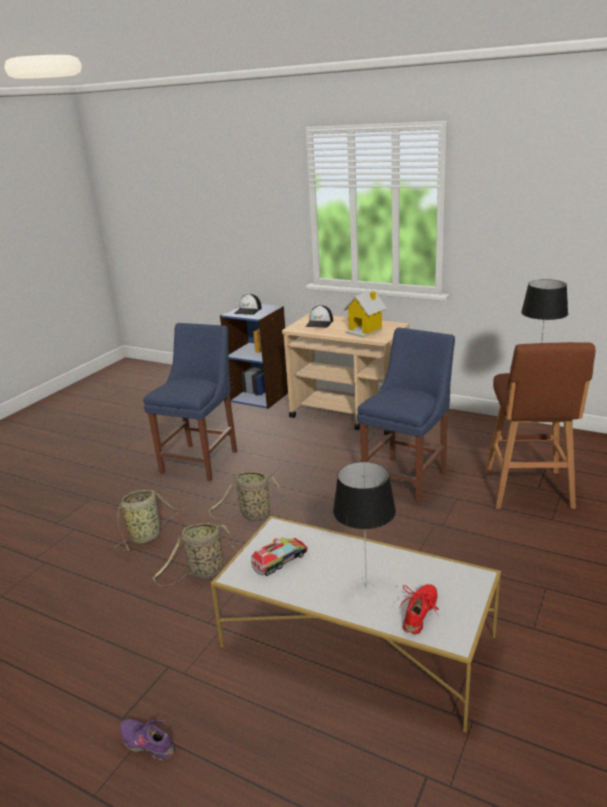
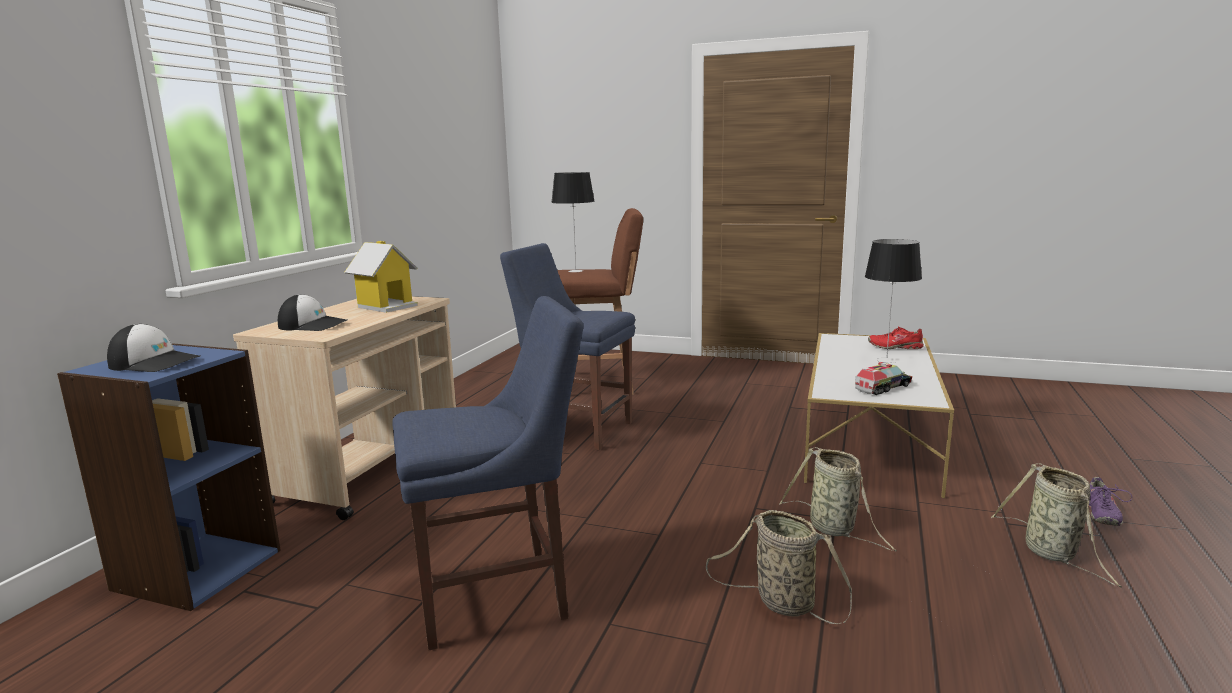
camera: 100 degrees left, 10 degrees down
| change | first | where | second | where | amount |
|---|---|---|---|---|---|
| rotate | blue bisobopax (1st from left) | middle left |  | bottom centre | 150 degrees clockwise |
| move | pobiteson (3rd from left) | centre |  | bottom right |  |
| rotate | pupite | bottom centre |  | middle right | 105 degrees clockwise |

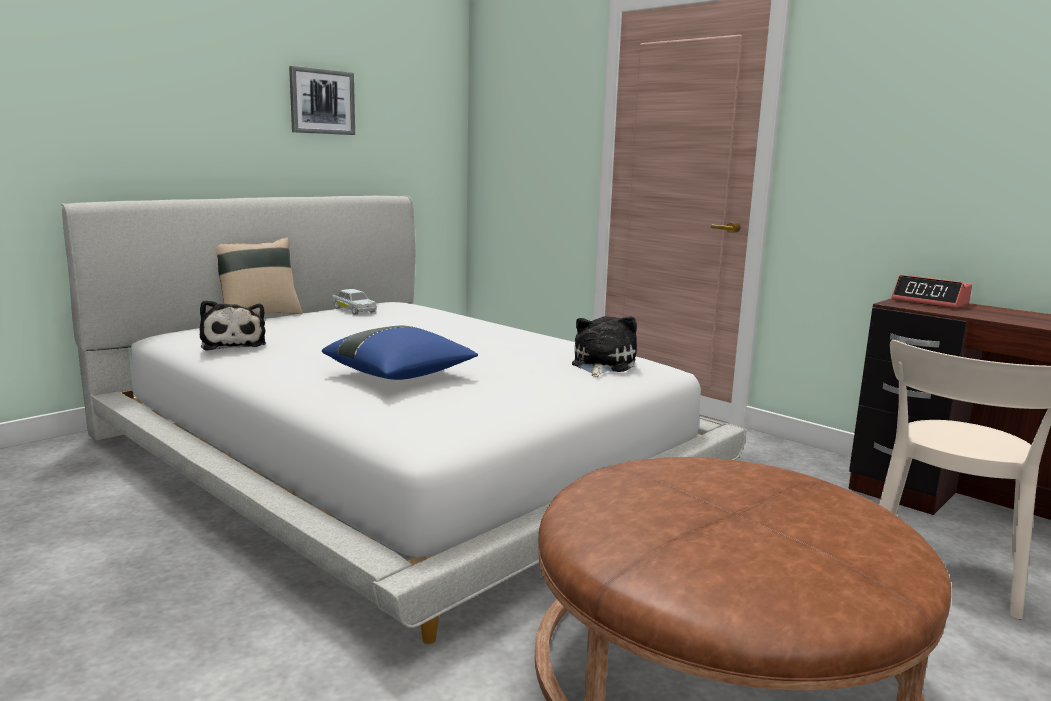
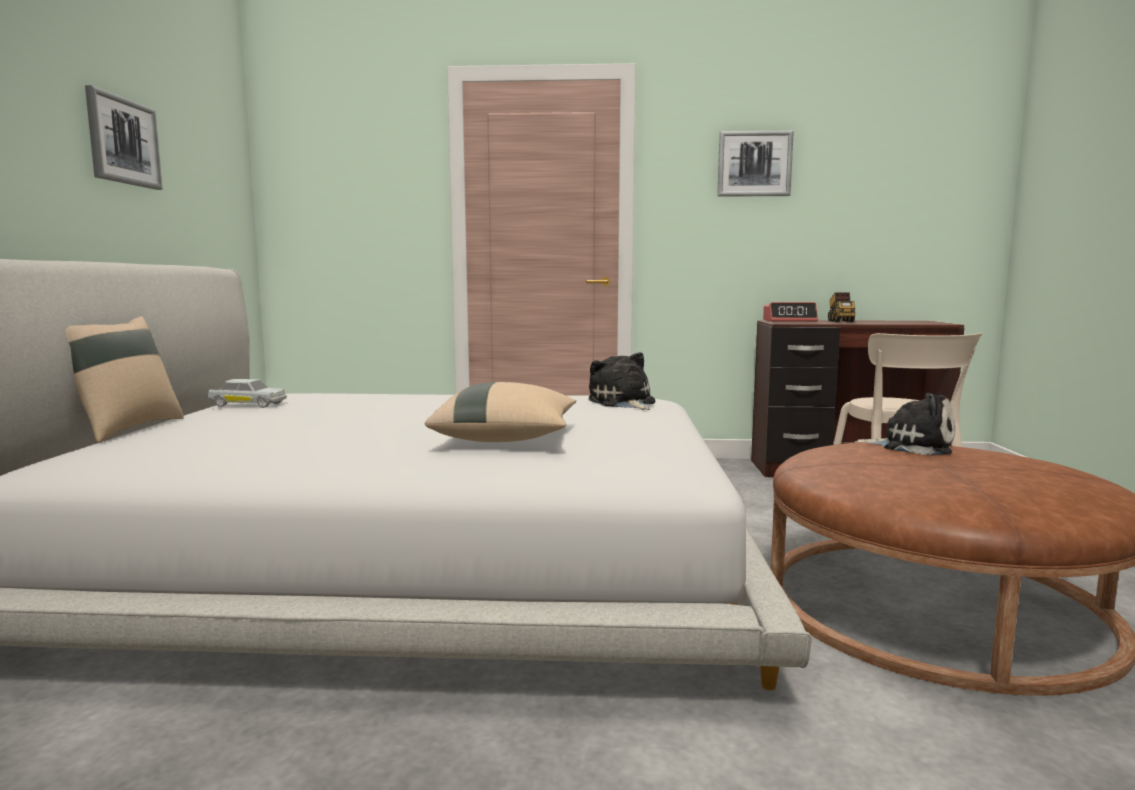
camera: 40 degrees left, 5 degrees down
| change | first | where | second | where | amount |
|---|---|---|---|---|---|
| move | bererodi (1st from left in the first image) | middle left | bererodi (2nd from left) | middle right |  |
| recolor | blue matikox | centre | beige matikox (2nd from left) | centre |  |
| insert |  |  | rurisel (2nd from left) | top centre |  |
| insert |  |  | pupite | middle right |  |

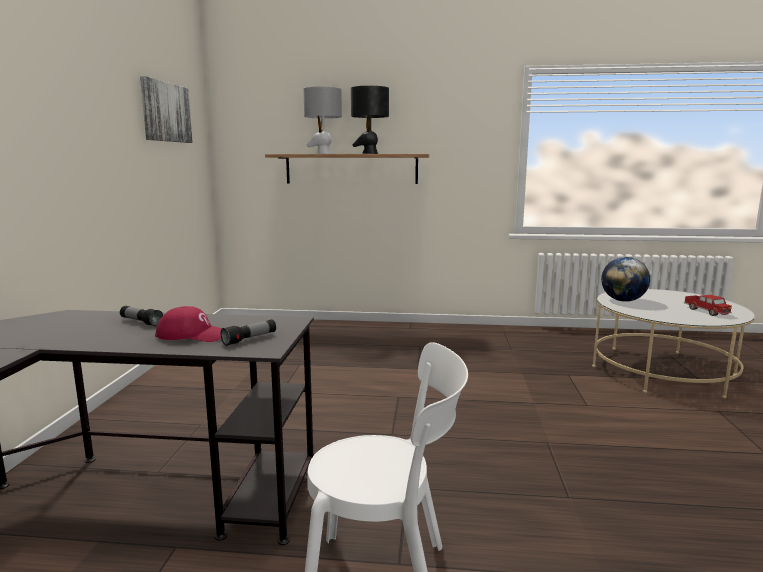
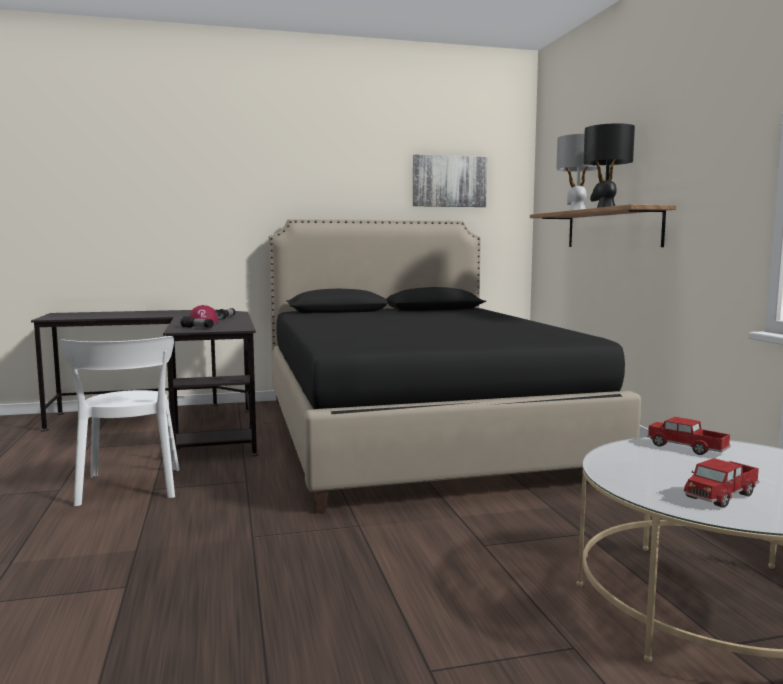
camera: 70 degrees right, 5 degrees down
| change | first | where | second | where | amount |
|---|---|---|---|---|---|
| replace | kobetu | middle right | pupite (1st from left) | middle right |  |
| insert |  |  | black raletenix | centre |  |

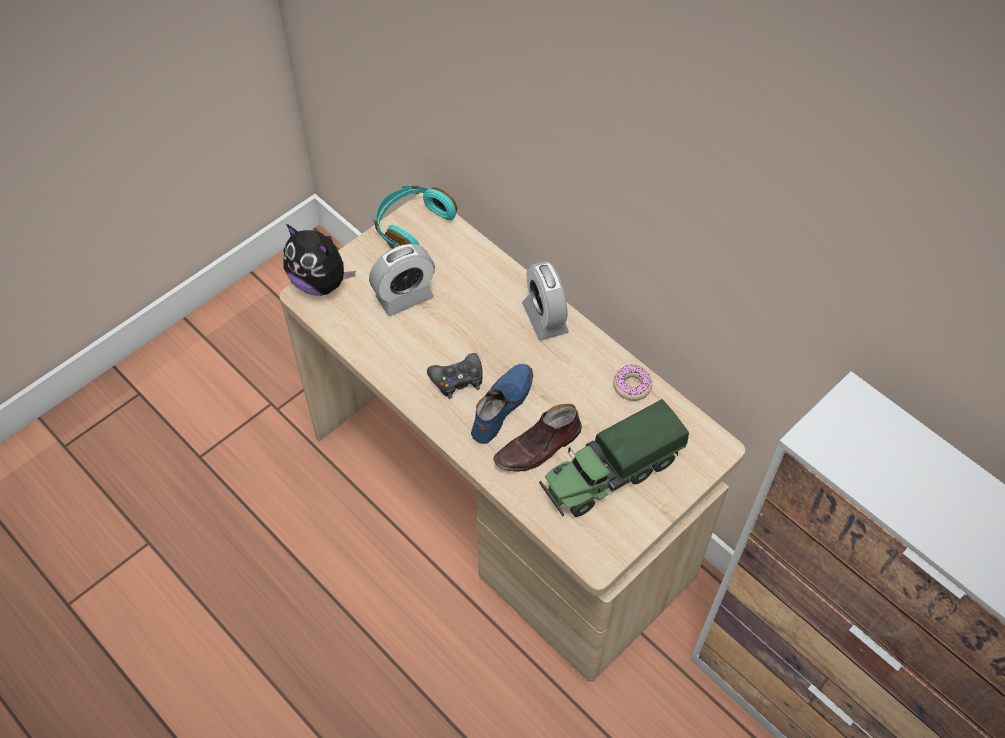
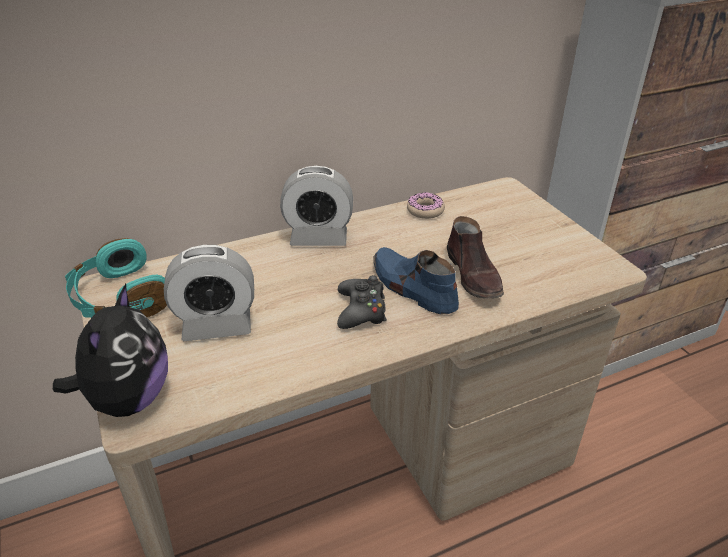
camera: 70 degrees left, 20 degrees down
| change | first | where | second | where | amount |
|---|---|---|---|---|---|
| rotate | bererodi | middle left |  | middle left | 45 degrees counterclockwise |
| rotate | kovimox (1st from left) | centre |  | middle left | 90 degrees clockwise |
| delete | pupite | centre |  |  |  |

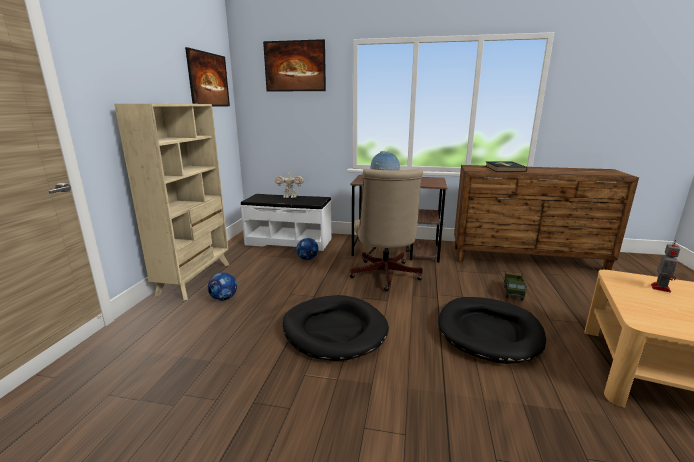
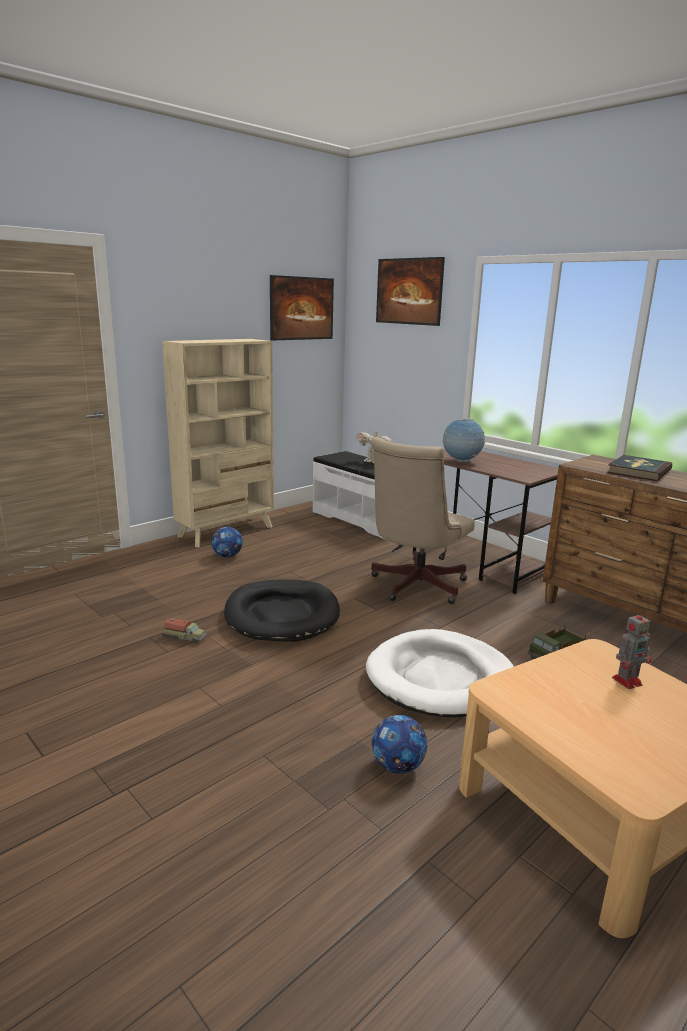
camera: 35 degrees right, 0 degrees up
| change | first | where | second | where | amount |
|---|---|---|---|---|---|
| move | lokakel (2nd from left) | centre |  | bottom centre |  |
| recolor | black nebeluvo (2nd from left) | bottom right | white nebeluvo | centre |  |
| insert |  |  | pupite (1st from left) | middle left |  |

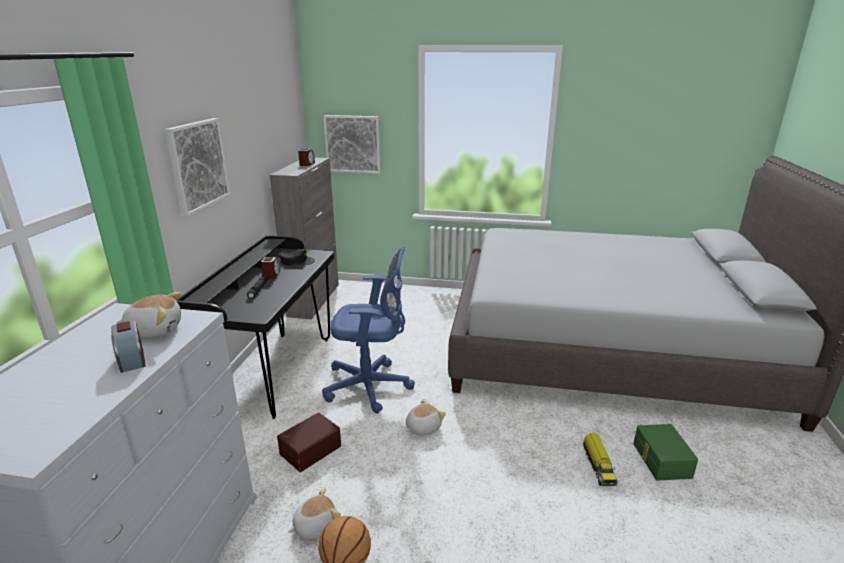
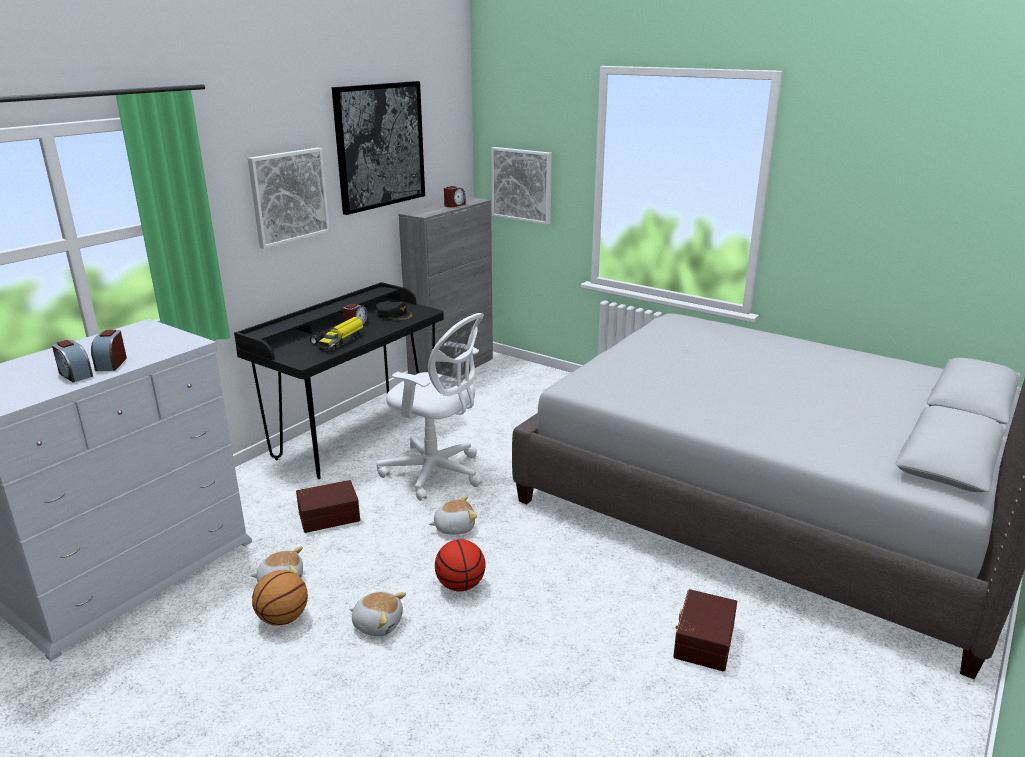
camera: 25 degrees right, 0 degrees up
| change | first | where | second | where | amount |
|---|---|---|---|---|---|
| move | bererodi (1st from left in the first image) | middle left | bererodi (2nd from left) | bottom centre |  |
| recolor | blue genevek | centre | white genevek | centre |  |
| move | pupite | bottom right |  | middle left |  |
| recolor | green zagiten | bottom right | brown zagiten (2nd from left) | bottom right |  |
| insert |  |  | kovimox (1st from left) | middle left |  |
| insert |  |  | rurisel (2nd from left) | top centre |  |
| insert |  |  | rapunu (2nd from left) | bottom centre |  |

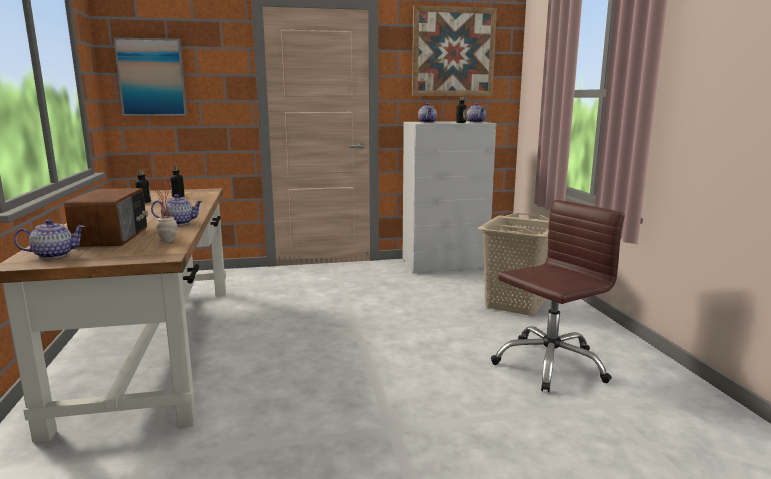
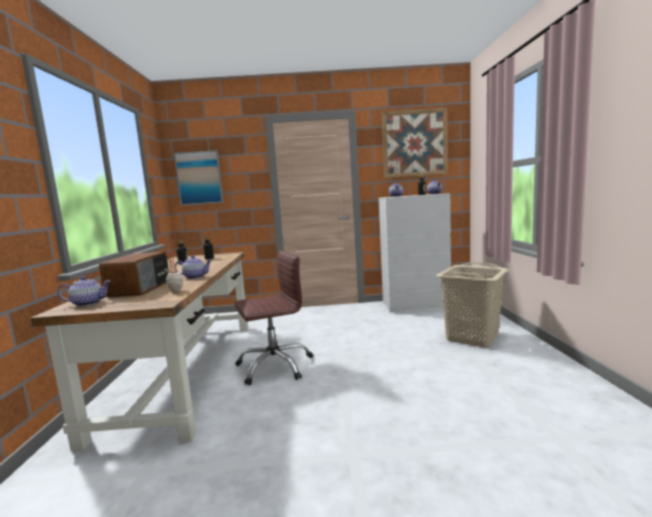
camera: 10 degrees right, 5 degrees down
| change | first | where | second | where | amount |
|---|---|---|---|---|---|
| move | brown genevek | middle right |  | centre |  |

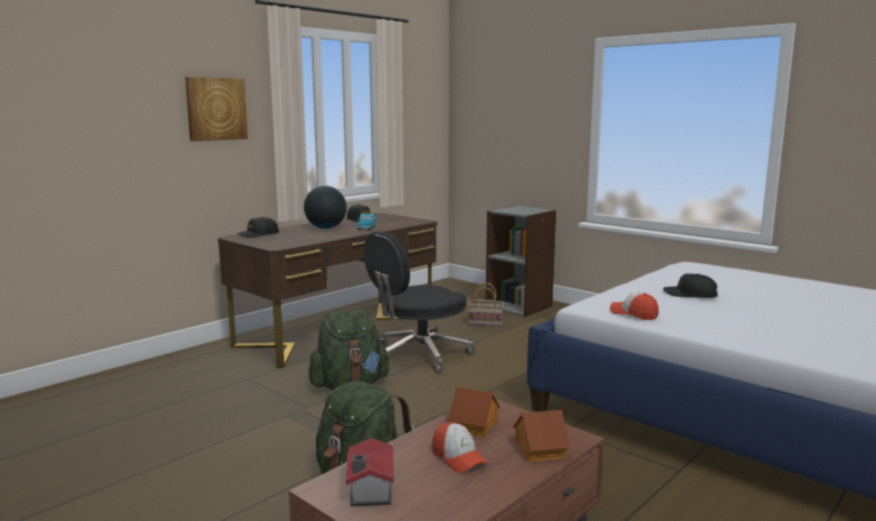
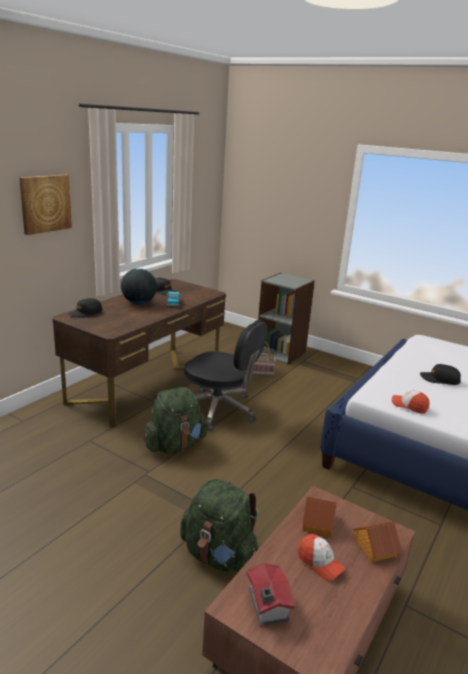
camera: 10 degrees left, 10 degrees up
| change | first | where | second | where | amount |
|---|---|---|---|---|---|
| rotate | black genevek | centre |  | centre | 105 degrees counterclockwise |

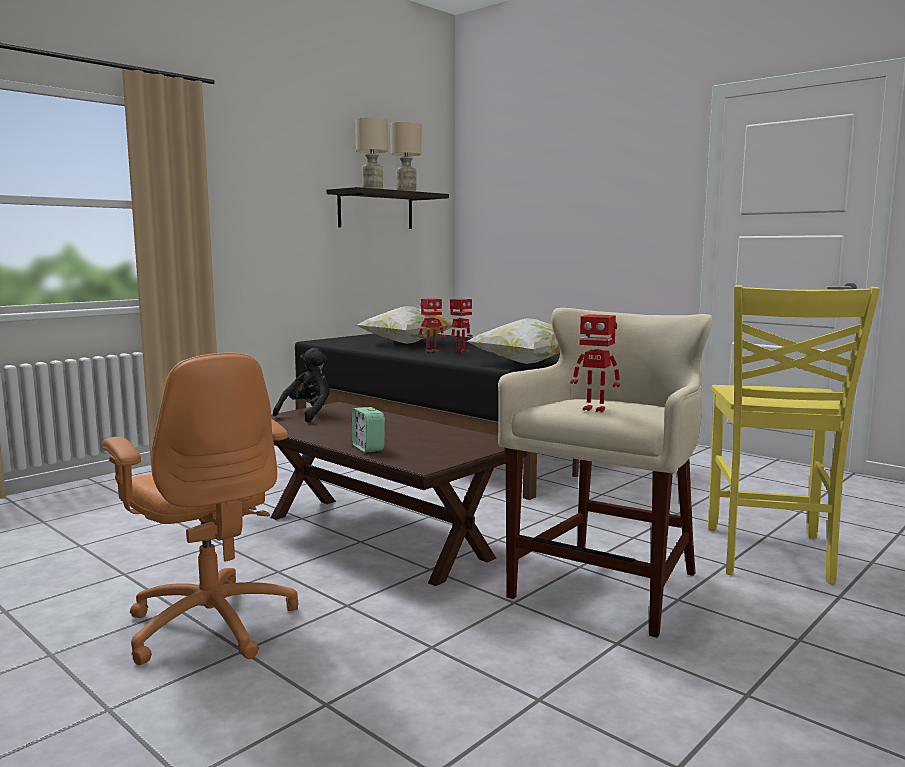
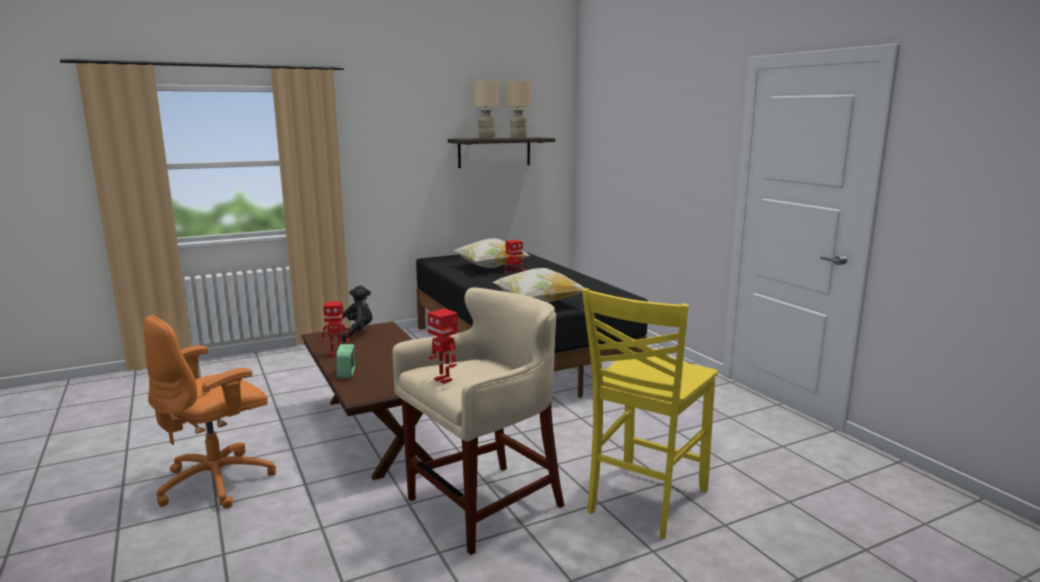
camera: 20 degrees right, 5 degrees up
| change | first | where | second | where | amount |
|---|---|---|---|---|---|
| rotate | orange genevek | middle left |  | bottom left | 60 degrees clockwise |
| move | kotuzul (1st from left) | centre |  | middle left |  |

